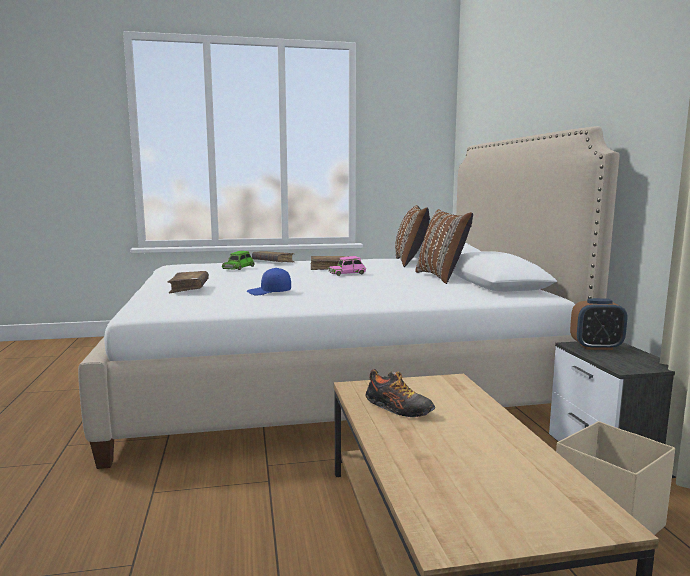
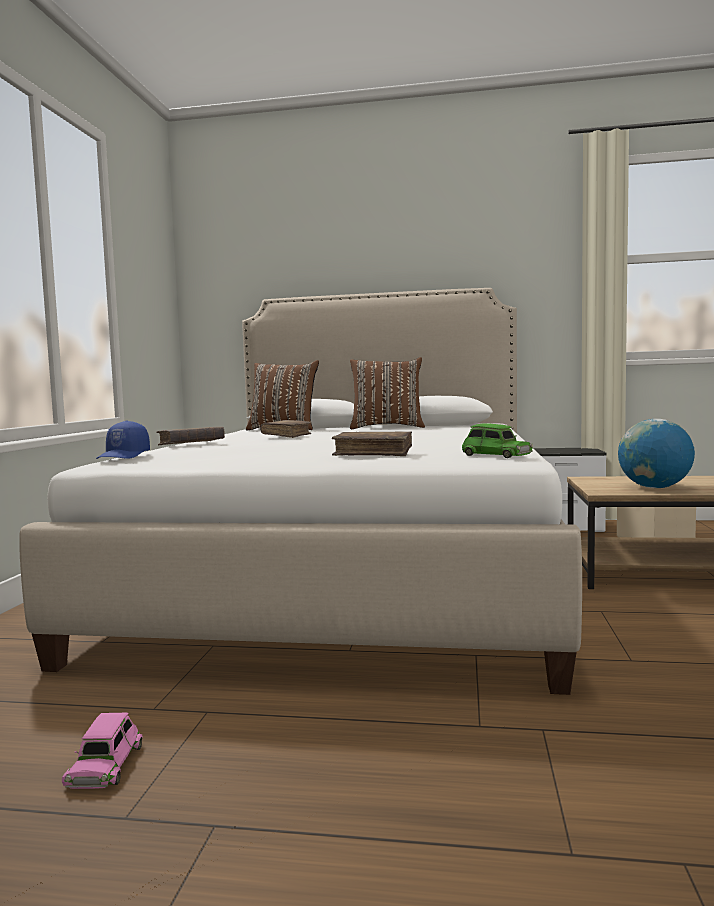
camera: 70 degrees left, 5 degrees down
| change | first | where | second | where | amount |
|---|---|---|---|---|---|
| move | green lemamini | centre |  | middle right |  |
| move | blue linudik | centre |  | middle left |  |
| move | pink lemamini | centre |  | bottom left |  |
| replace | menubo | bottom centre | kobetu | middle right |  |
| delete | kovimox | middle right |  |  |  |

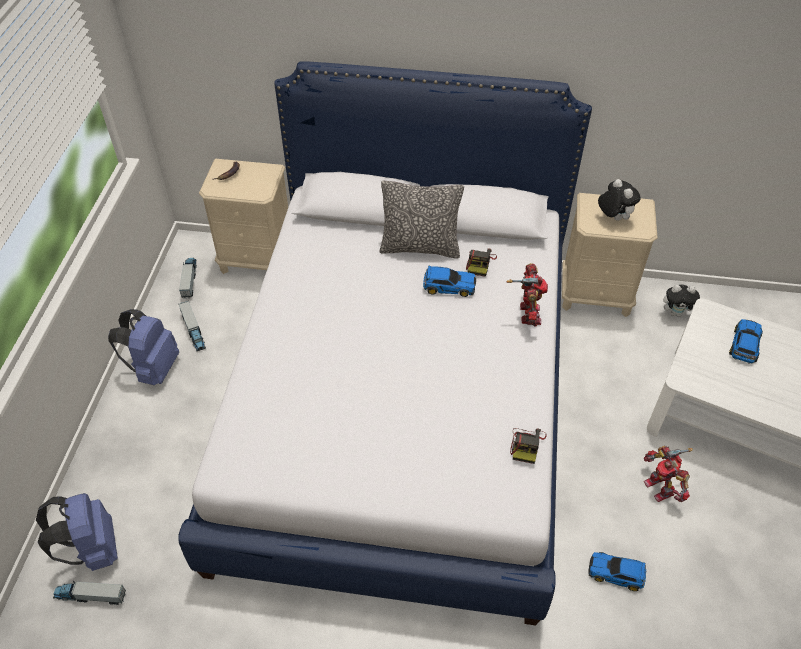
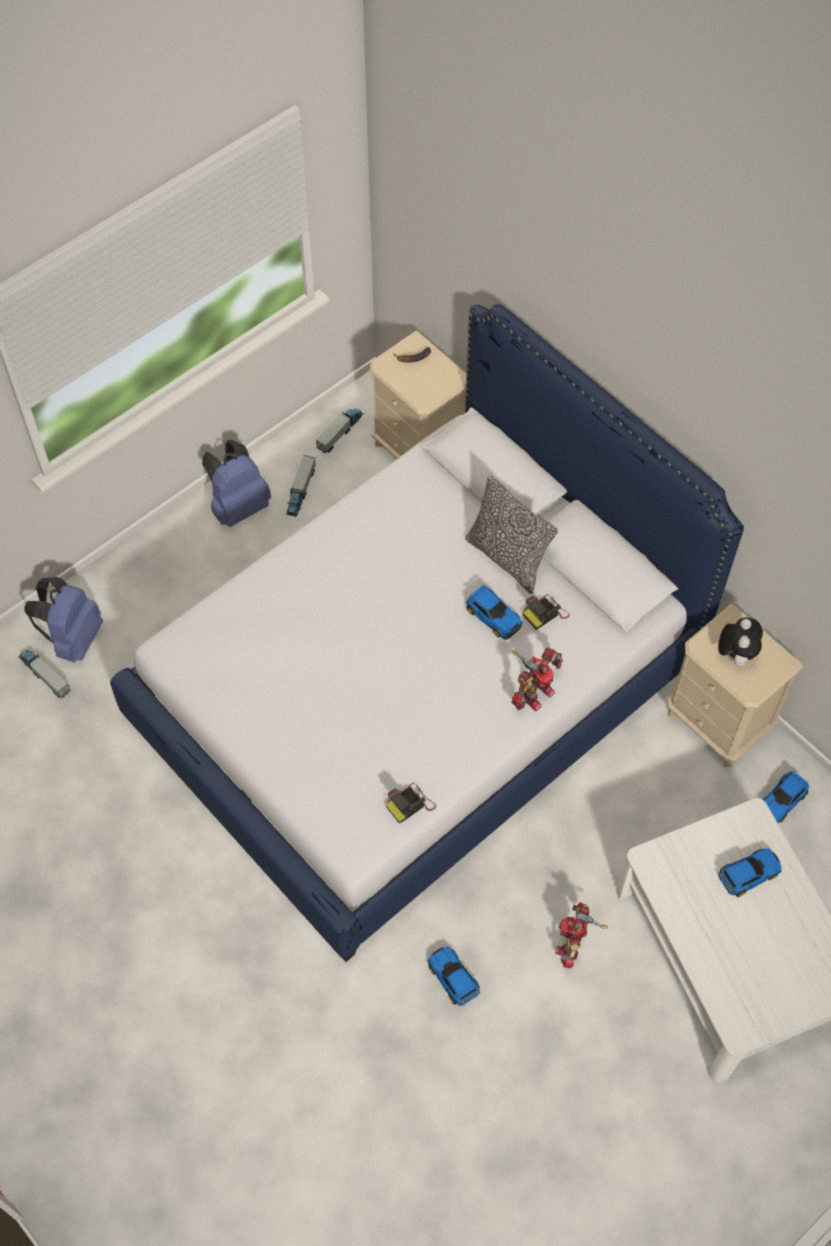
camera: 40 degrees right, 10 degrees up
| change | first | where | second | where | amount |
|---|---|---|---|---|---|
| replace | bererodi (2nd from left) | middle right | lemamini (4th from left) | middle right |  |

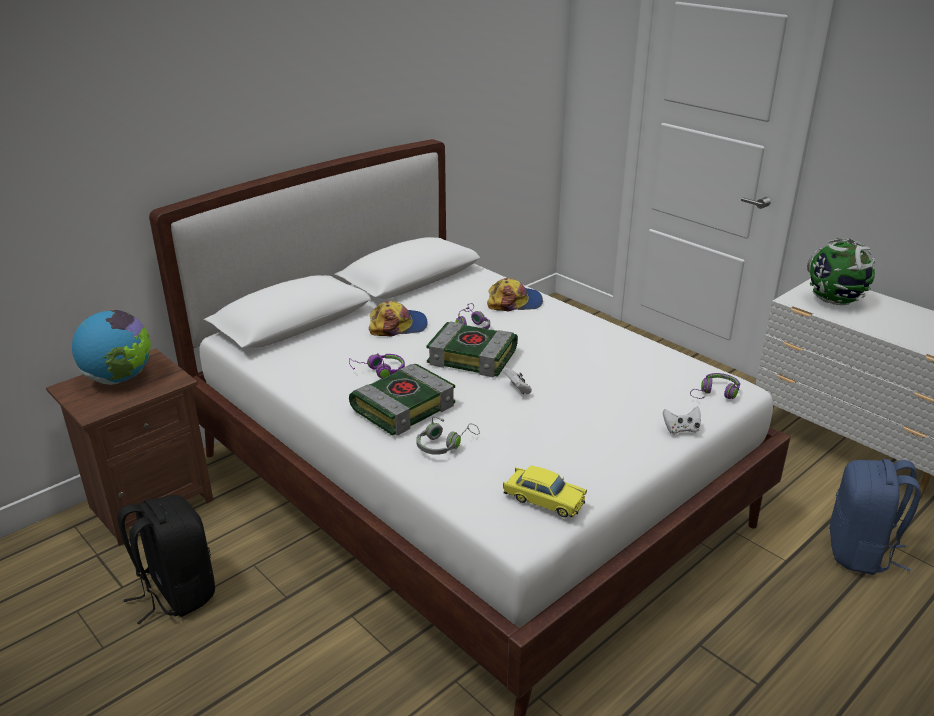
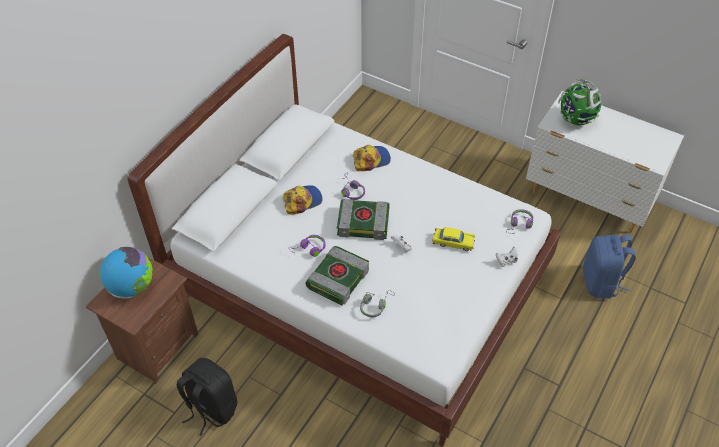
camera: 15 degrees left, 20 degrees up
| change | first | where | second | where | amount |
|---|---|---|---|---|---|
| move | yellow lemamini | bottom centre |  | centre |  |

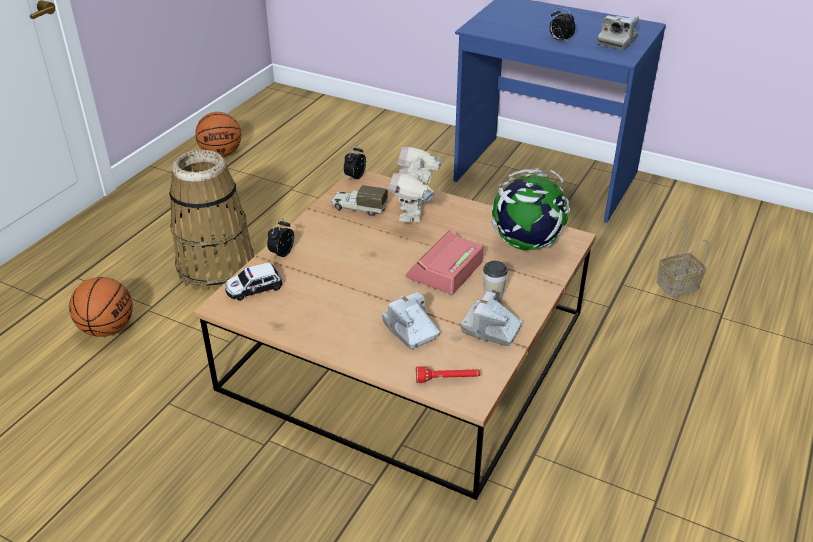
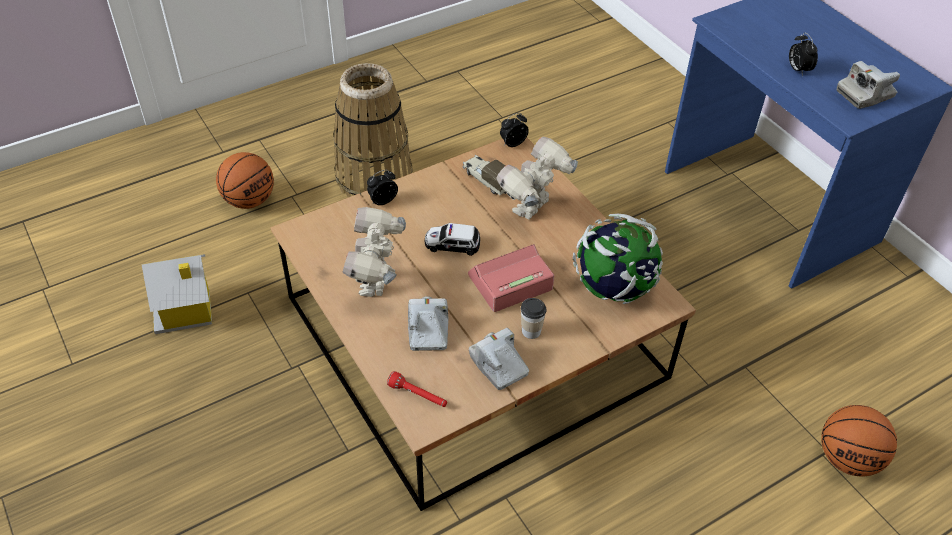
camera: 30 degrees right, 10 degrees up
| change | first | where | second | where | amount |
|---|---|---|---|---|---|
| move | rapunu (2nd from left) | top left |  | bottom right |  |
| move | lemamini | middle left |  | centre |  |
| delete | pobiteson (2nd from left) | middle right |  |  |  |
| insert |  |  | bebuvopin | middle left |  |
| insert |  |  | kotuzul (1st from left) | centre |  |

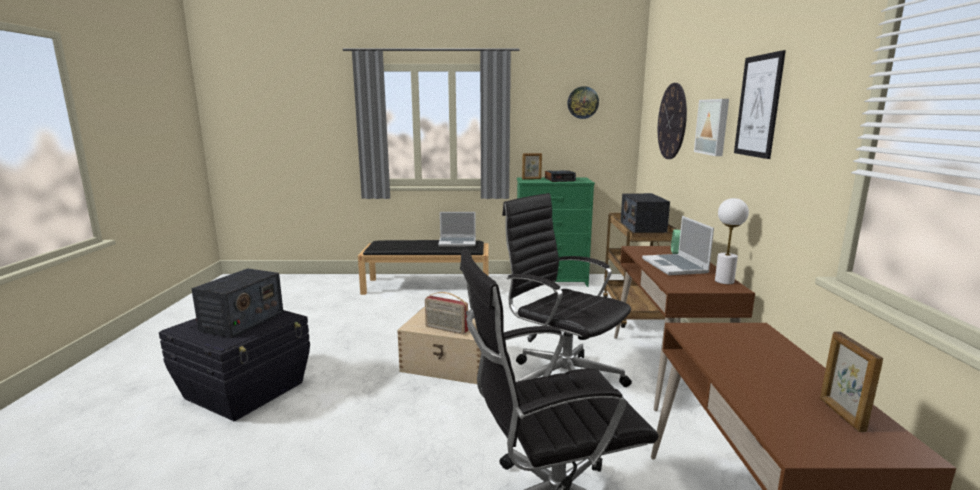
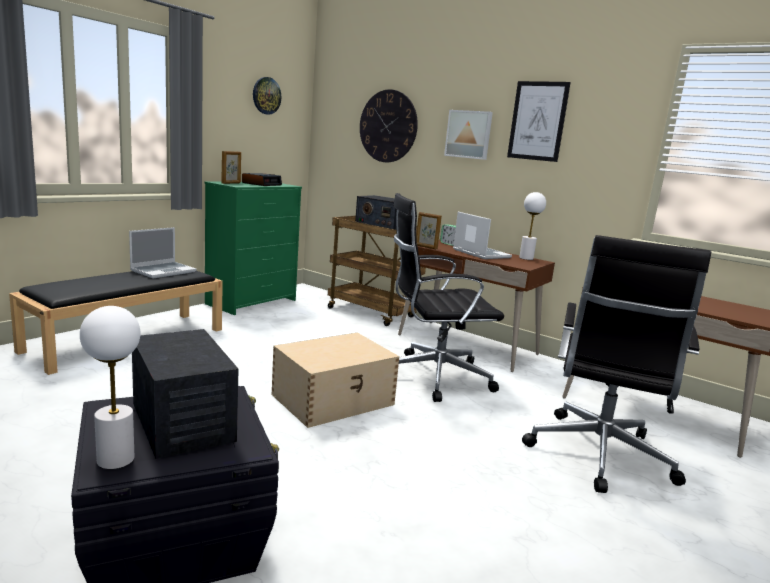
camera: 55 degrees left, 0 degrees up
| change | first | where | second | where | amount |
|---|---|---|---|---|---|
| delete | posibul (2nd from left) | centre |  |  |  |
| rotate | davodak (2nd from left) | middle right |  | centre | 150 degrees counterclockwise |
| move | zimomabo (2nd from left) | bottom right |  | centre |  |
| insert |  |  | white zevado (1st from left) | middle left |  |

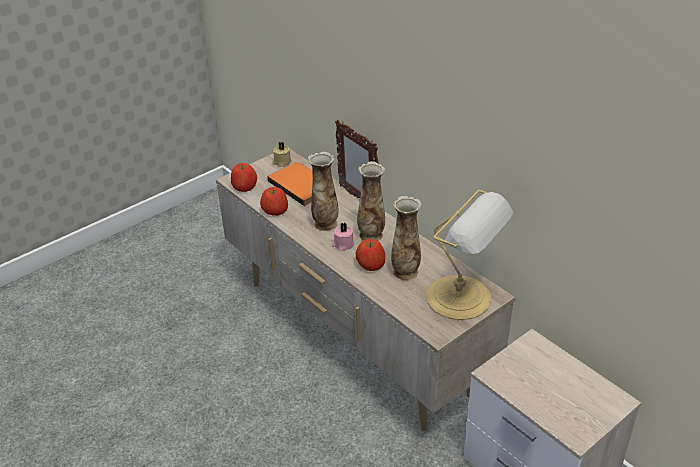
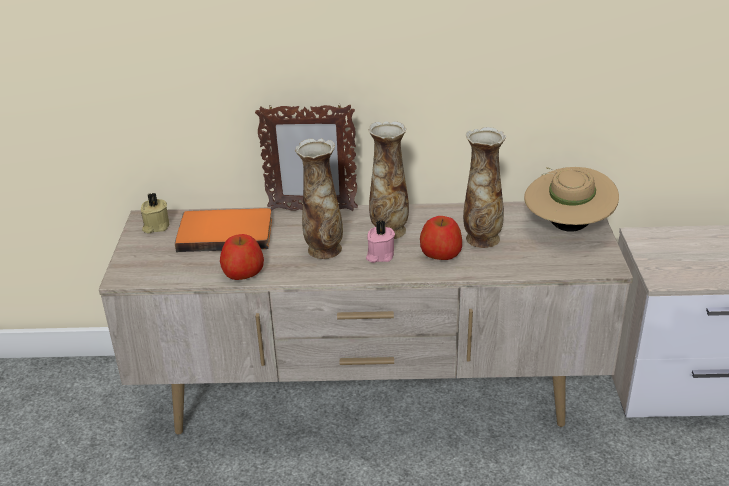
camera: 50 degrees left, 5 degrees down
| change | first | where | second | where | amount |
|---|---|---|---|---|---|
| delete | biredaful (1st from left) | centre |  |  |  |
| replace | zevado | middle right | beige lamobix | middle right |  |

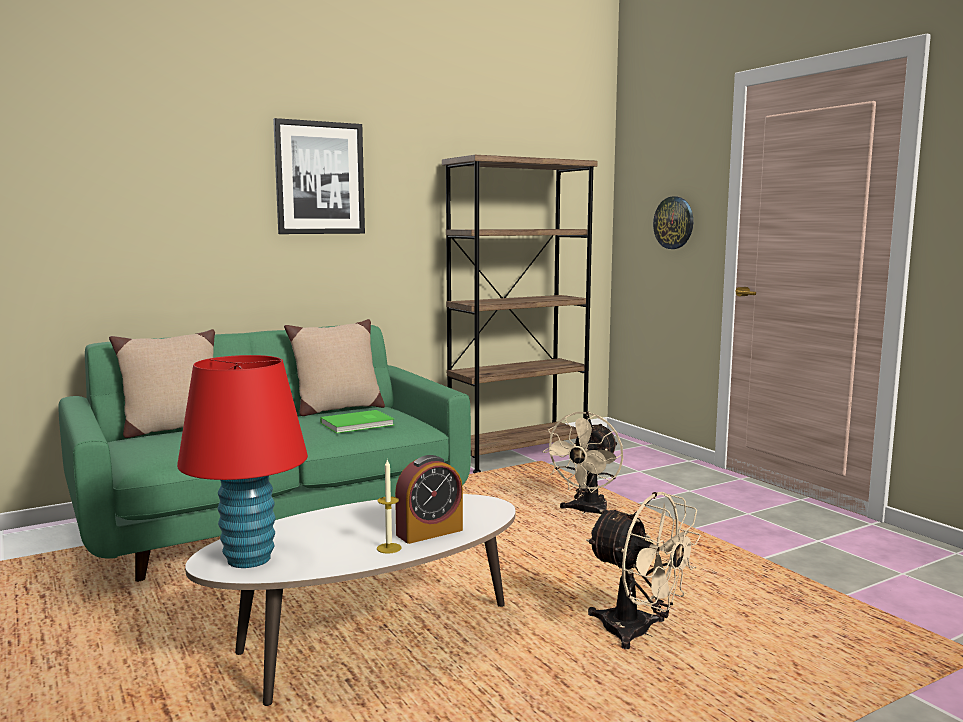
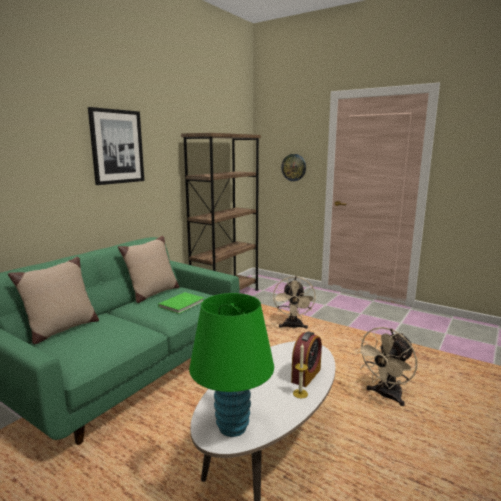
camera: 25 degrees left, 5 degrees up
| change | first | where | second | where | amount |
|---|---|---|---|---|---|
| recolor | red zevado | middle left | green zevado | bottom centre |  |
| rotate | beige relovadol (2nd from left) | bottom right |  | bottom right | 120 degrees clockwise |

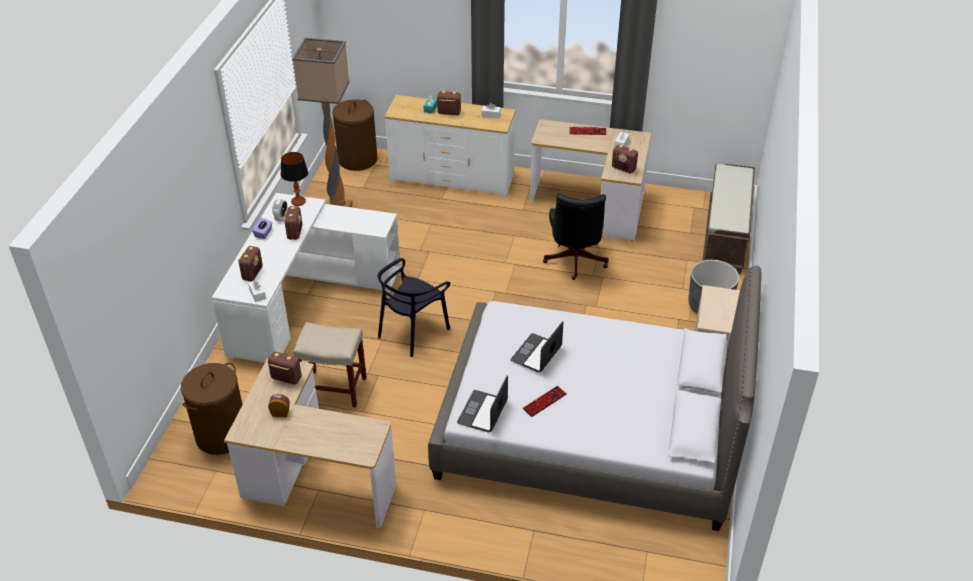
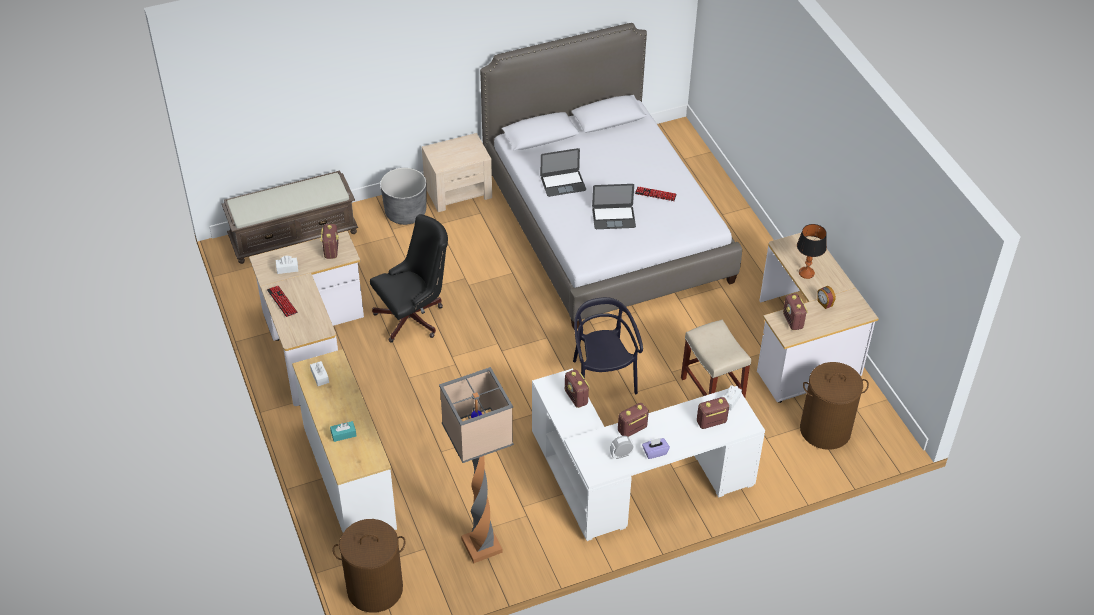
camera: 125 degrees left, 5 degrees up
| change | first | where | second | where | amount |
|---|---|---|---|---|---|
| move | zevado | top left |  | middle right |  |
| rotate | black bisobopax | centre |  | centre | 105 degrees counterclockwise |
| move | posibul (4th from left in the first image) | top centre | posibul (2nd from left) | centre |  |
| move | davodak (1st from left) | bottom centre |  | top centre |  |

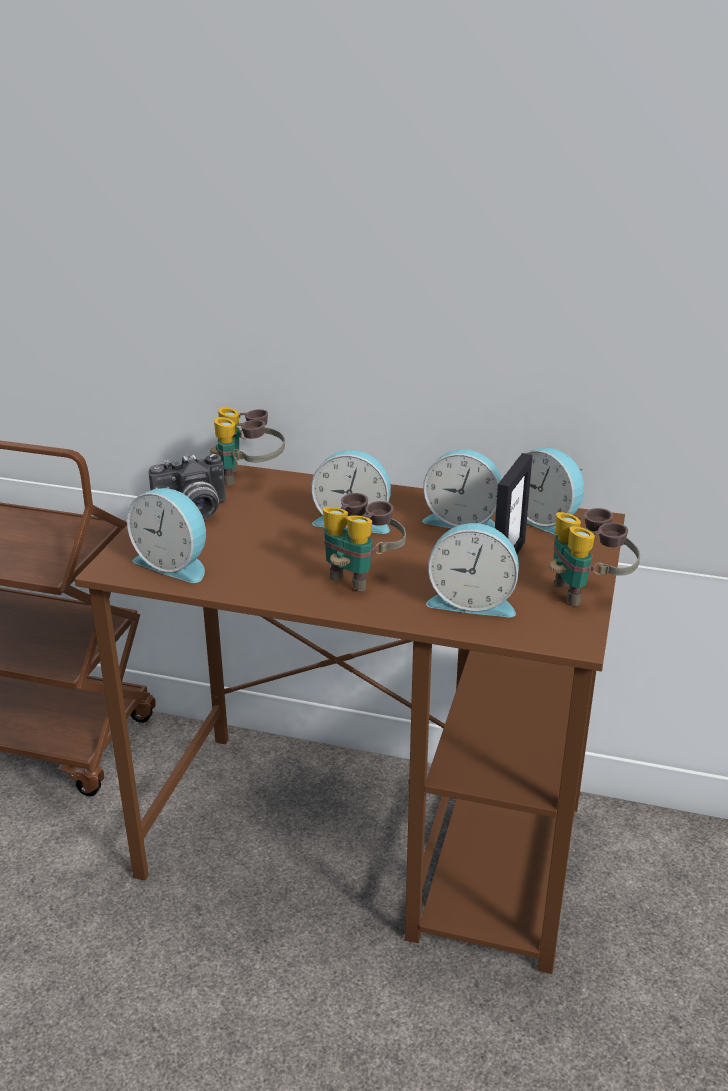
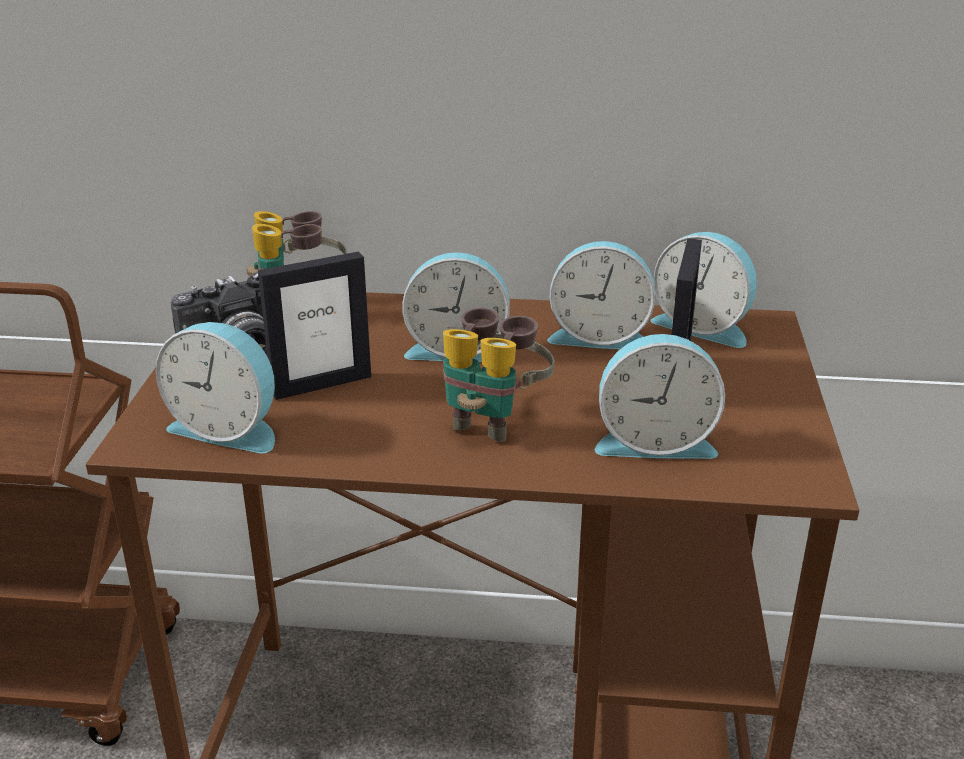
camera: 10 degrees left, 0 degrees up
| change | first | where | second | where | amount |
|---|---|---|---|---|---|
| delete | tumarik (3rd from left) | middle right |  |  |  |
| insert |  |  | zimomabo (1st from left) | middle left |  |

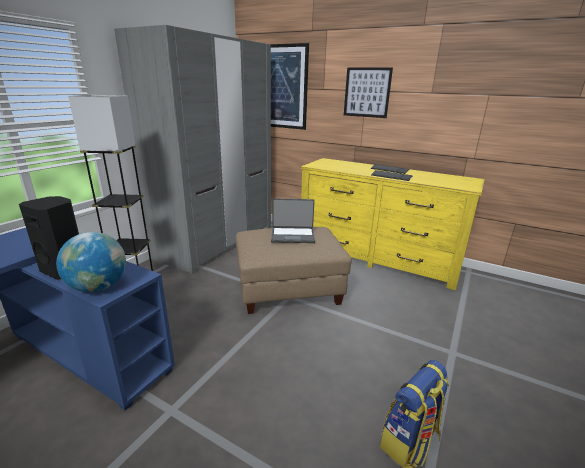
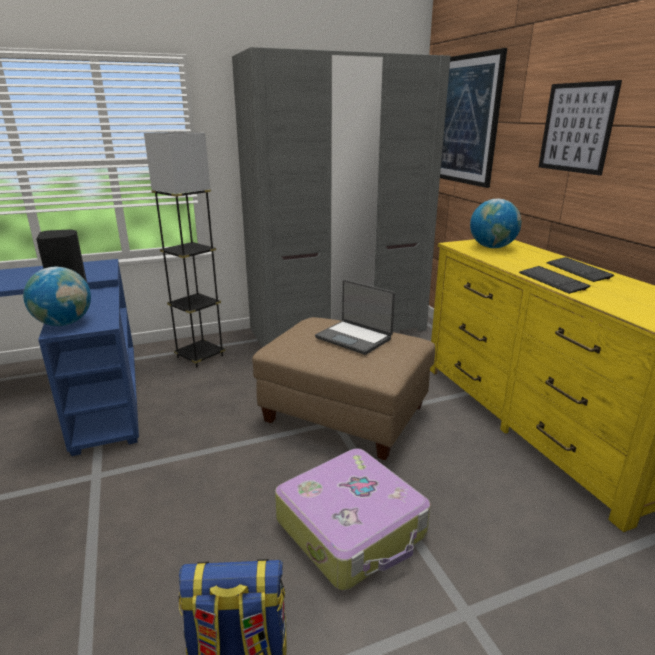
camera: 40 degrees right, 0 degrees up
| change | first | where | second | where | amount |
|---|---|---|---|---|---|
| insert |  |  | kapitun | bottom centre |  |
| insert |  |  | kobetu (2nd from left) | middle right |  |

